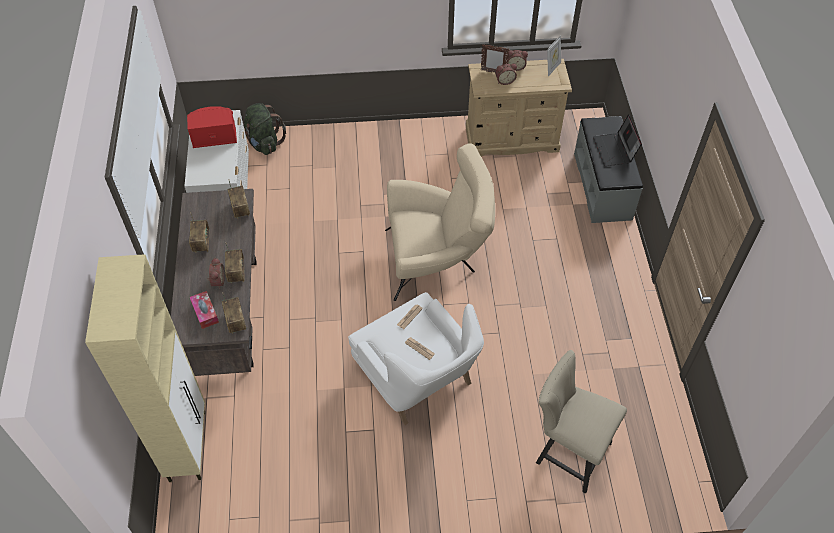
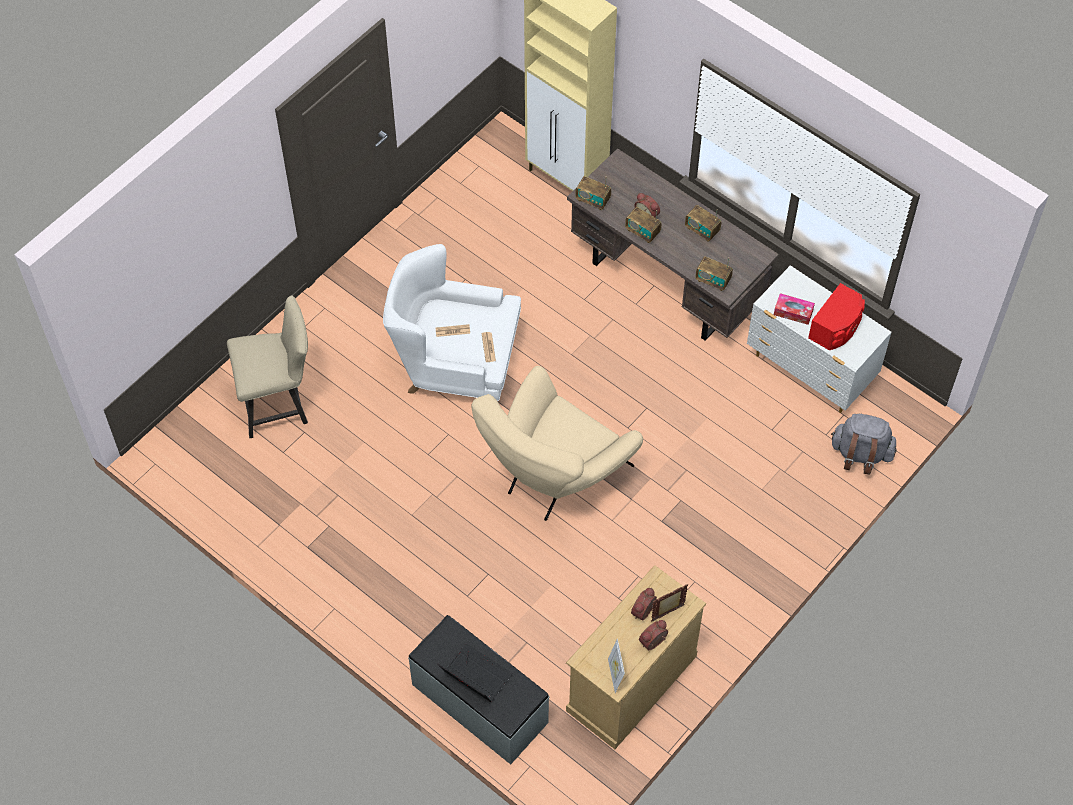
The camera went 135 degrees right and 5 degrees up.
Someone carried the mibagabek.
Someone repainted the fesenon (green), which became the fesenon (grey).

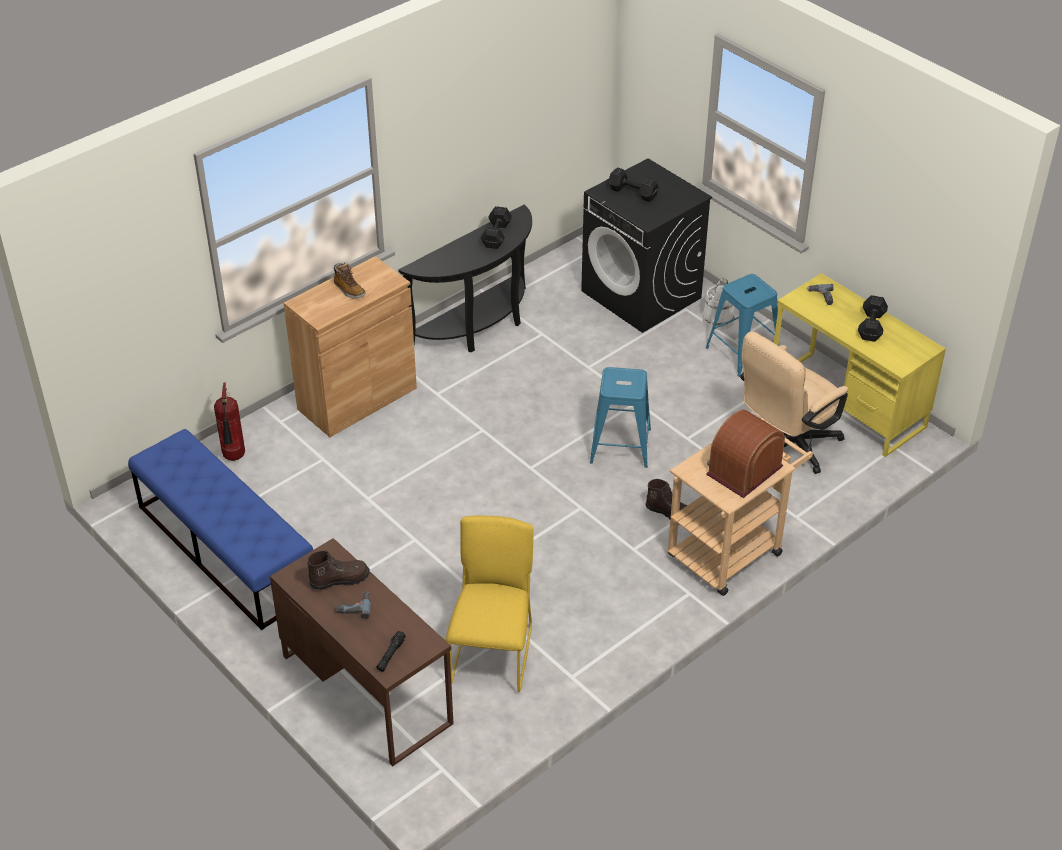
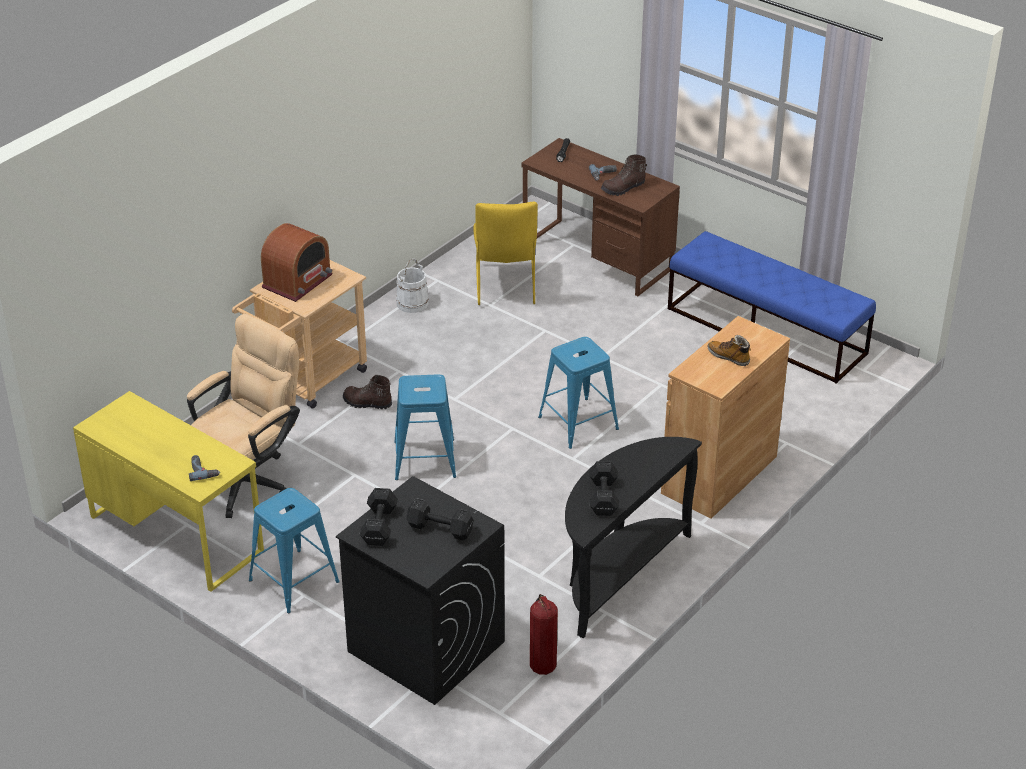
The camera went 170 degrees right and 5 degrees down.
Someone carried the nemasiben.
Someone carried the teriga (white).
Someone carried the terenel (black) (3rd from left in the first image).
Someone put down the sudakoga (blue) (3rd from left).

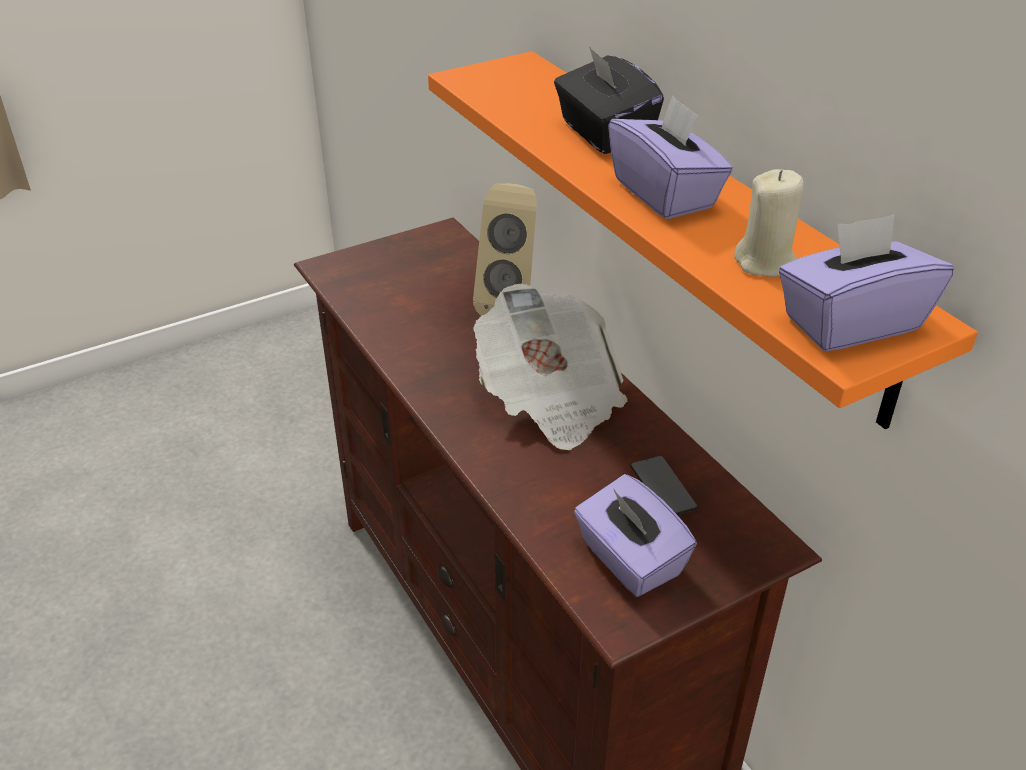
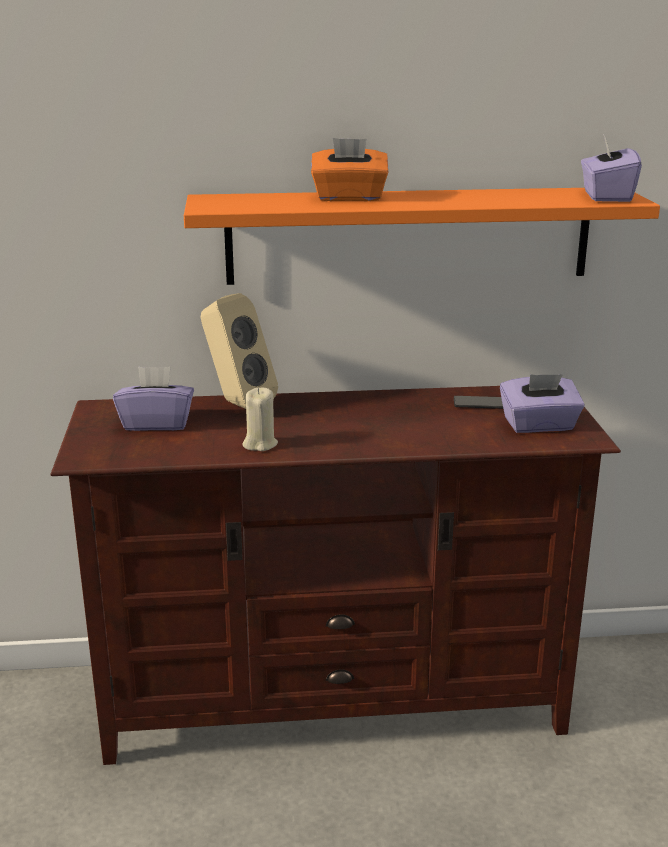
The camera went 65 degrees left and 15 degrees down.
Someone took away the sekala.
Someone repainted the mibagabek (black), which became the mibagabek (orange).
Someone carried the mibagabek (purple) (2nd from left in the first image).
Someone carried the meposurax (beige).

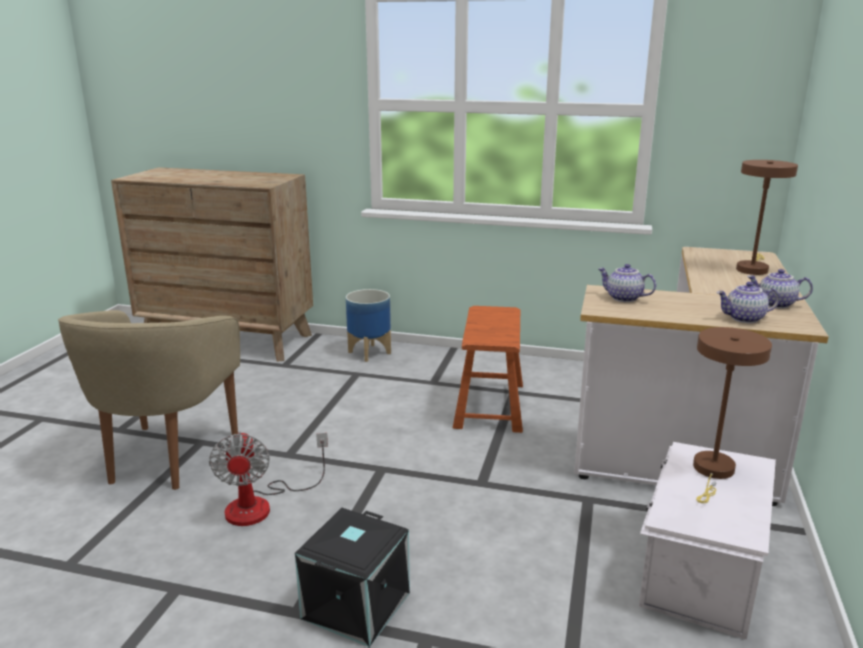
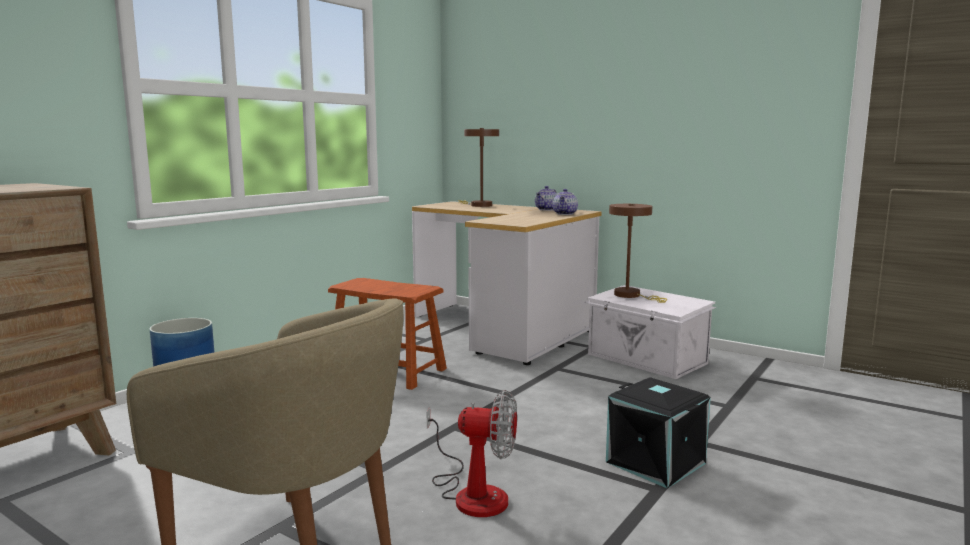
The camera went 70 degrees left and 10 degrees down.
Someone took away the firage (1st from left).

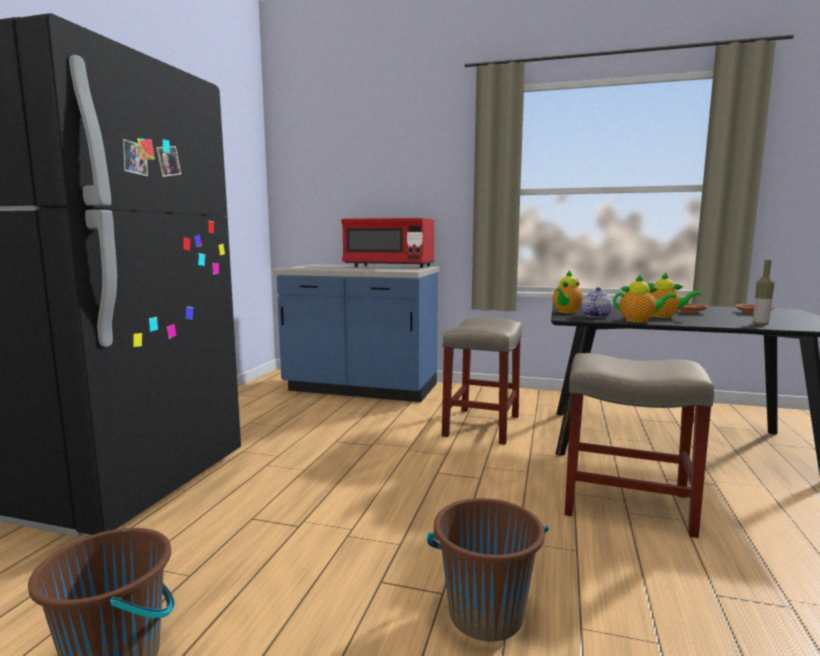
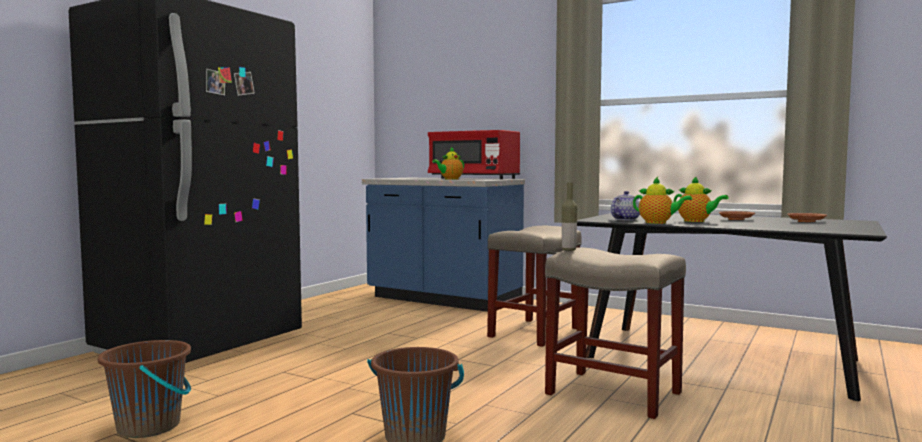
The camera went 15 degrees right and 5 degrees down.
Someone carried the firage (1st from left).
Someone carried the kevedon.

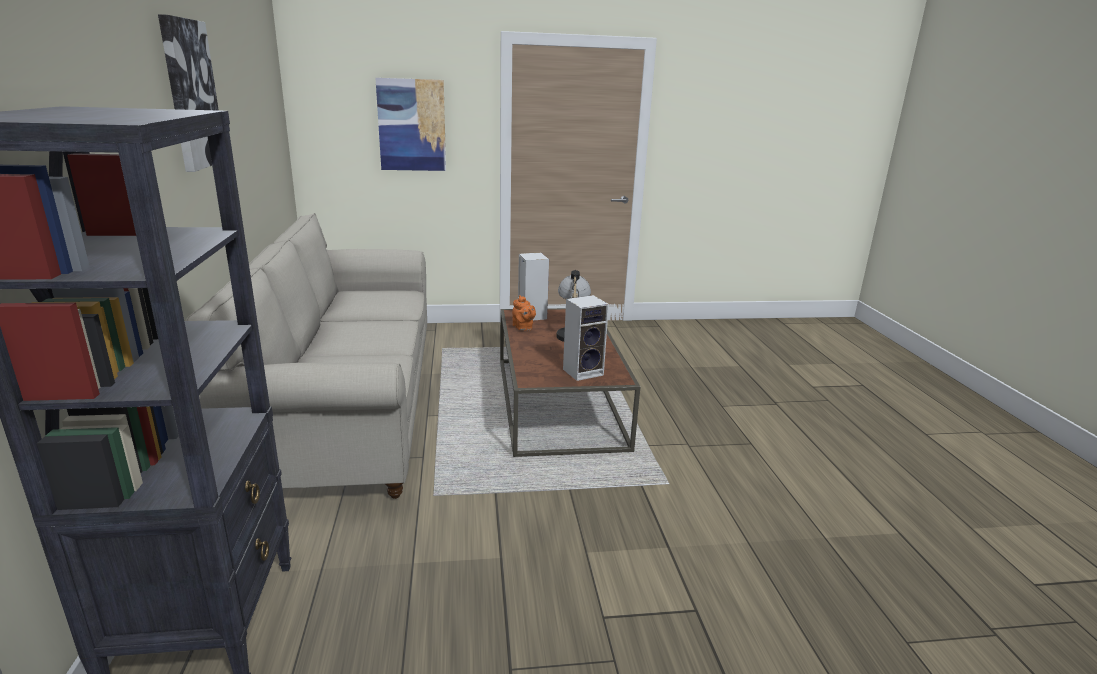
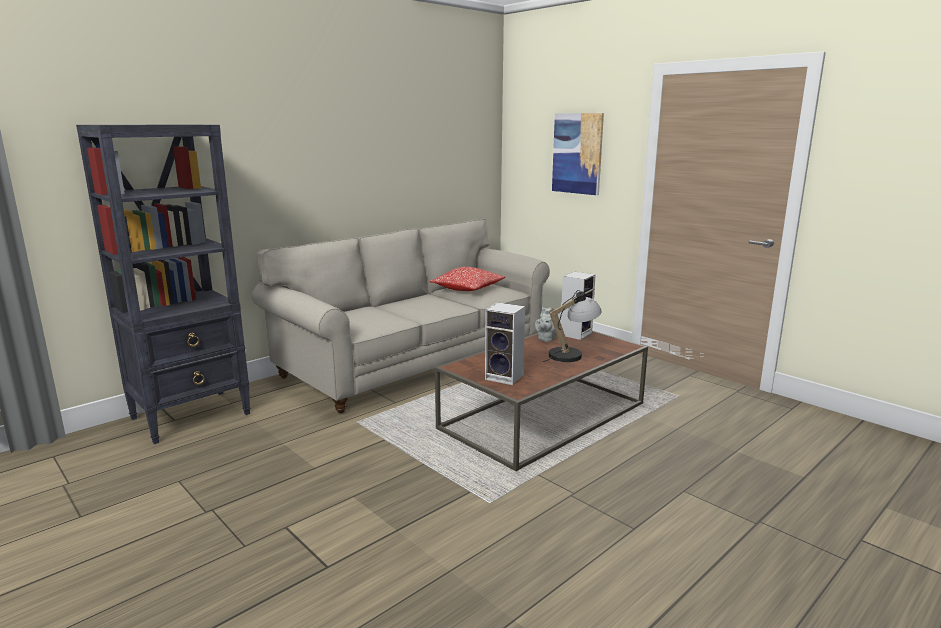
The camera went 55 degrees right and 5 degrees down.
Someone took away the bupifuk (1st from left).
Someone repainted the firage (orange), which became the firage (grey).
Someone put down the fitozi.

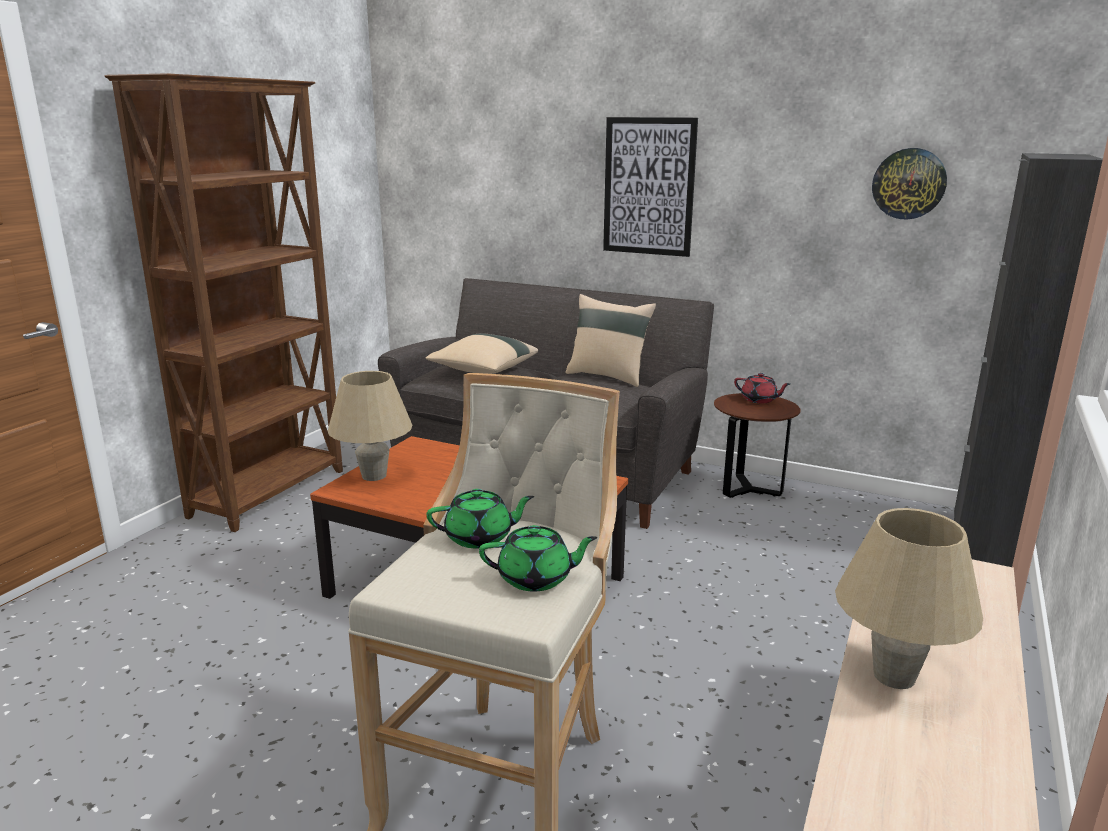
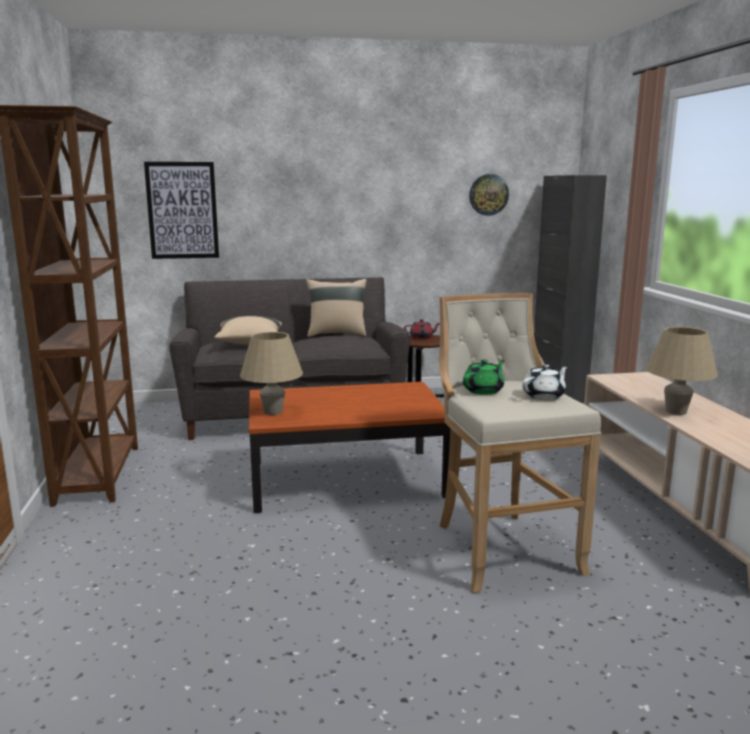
The camera went 35 degrees left and 5 degrees down.
Someone repainted the firage (green) (2nd from left), which became the firage (white).
Someone carried the bupifuk.

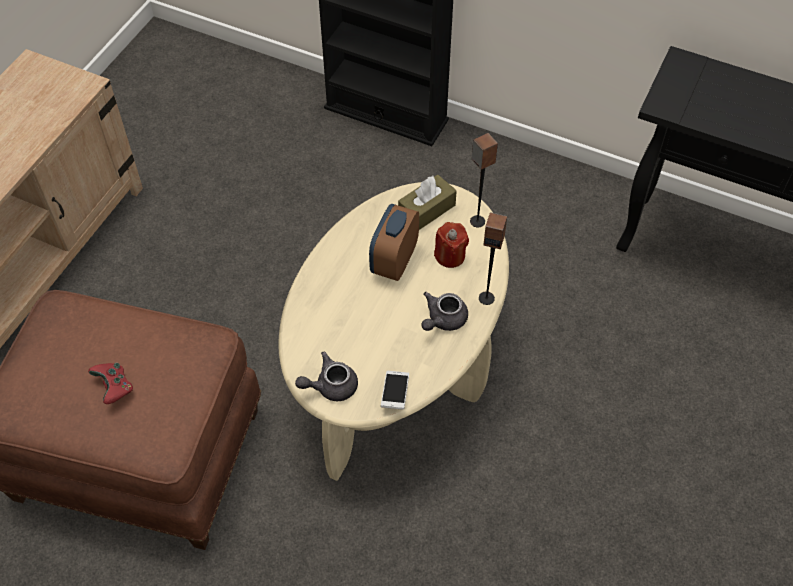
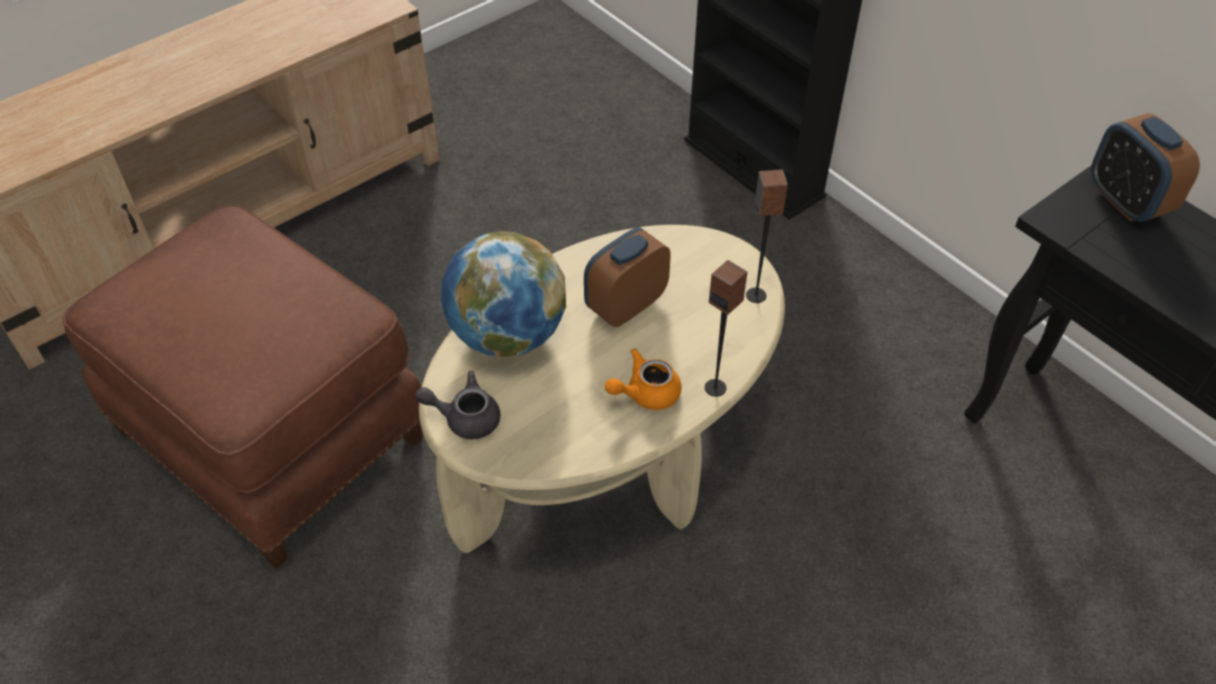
The camera went 25 degrees right and 5 degrees down.
Someone took away the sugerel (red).
Someone took away the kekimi.
Someone took away the mibagabek (brown).
Someone repainted the firage (grey) (2nd from left), which became the firage (orange).
Someone took away the meposurax (red).
Someone put down the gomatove.
Someone put down the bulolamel (2nd from left).

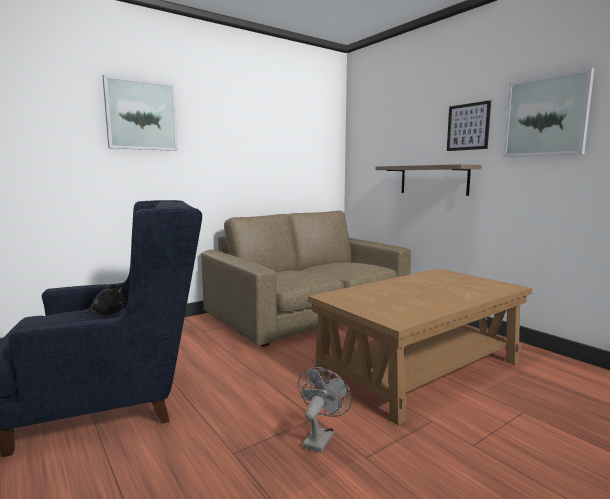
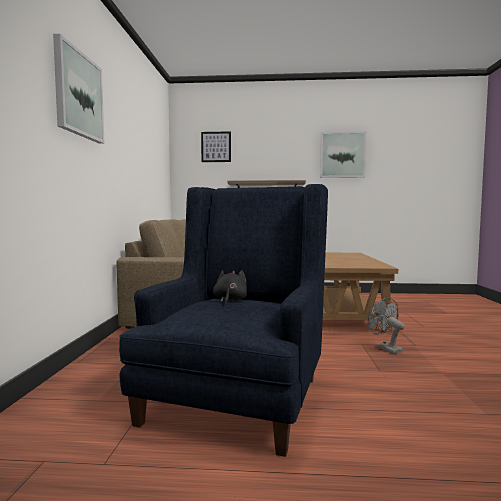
The camera went 50 degrees left and 5 degrees down.
Someone carried the bupifuk (2nd from left).

